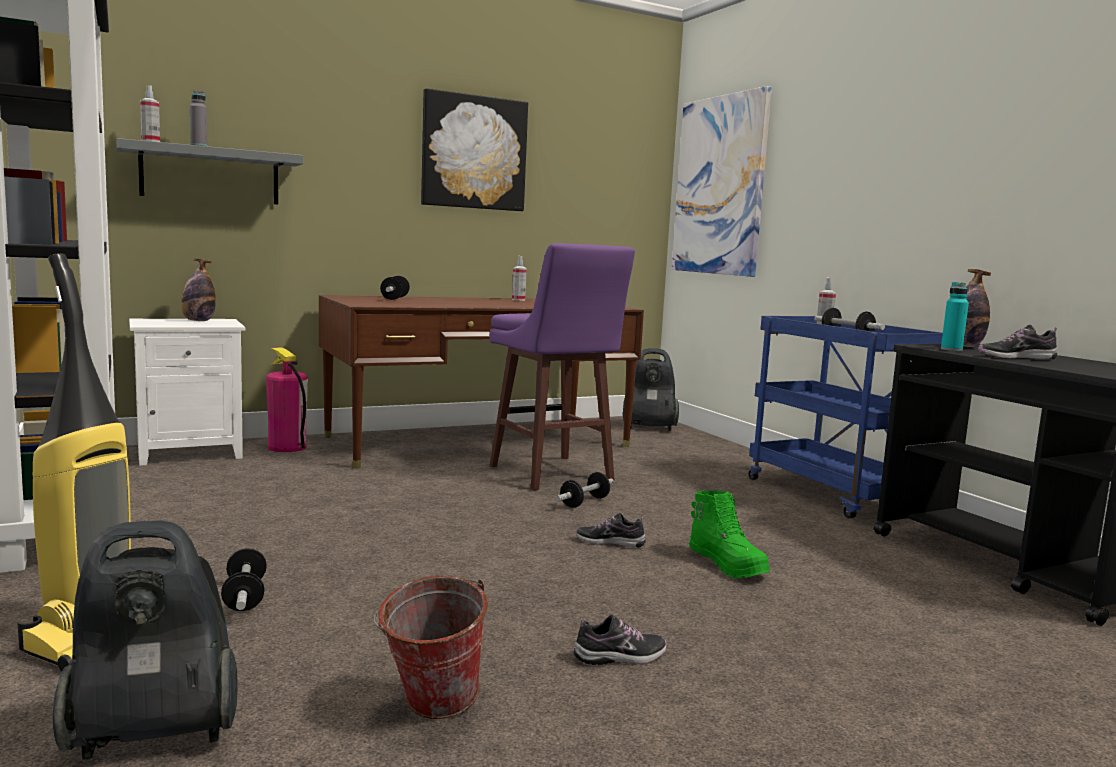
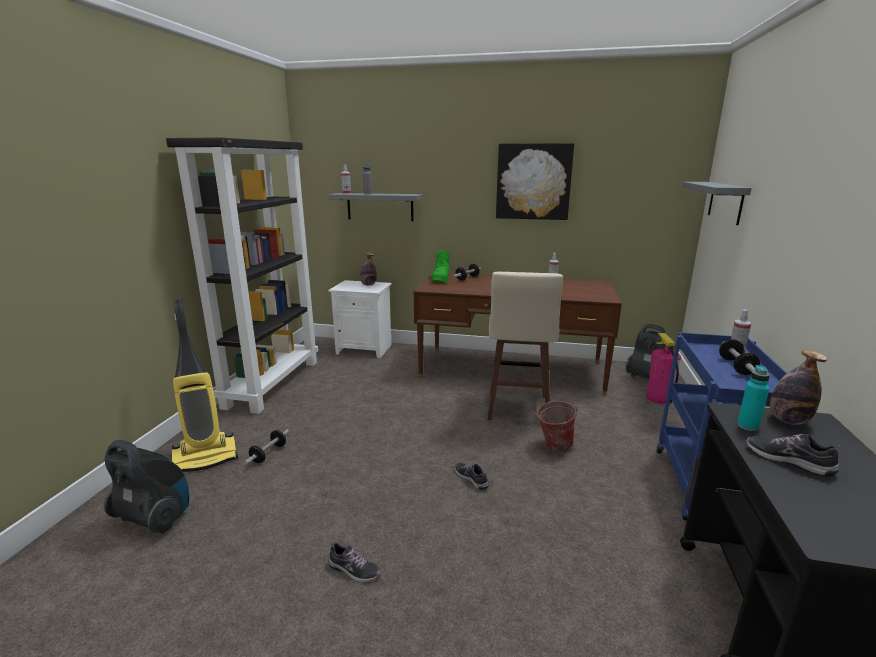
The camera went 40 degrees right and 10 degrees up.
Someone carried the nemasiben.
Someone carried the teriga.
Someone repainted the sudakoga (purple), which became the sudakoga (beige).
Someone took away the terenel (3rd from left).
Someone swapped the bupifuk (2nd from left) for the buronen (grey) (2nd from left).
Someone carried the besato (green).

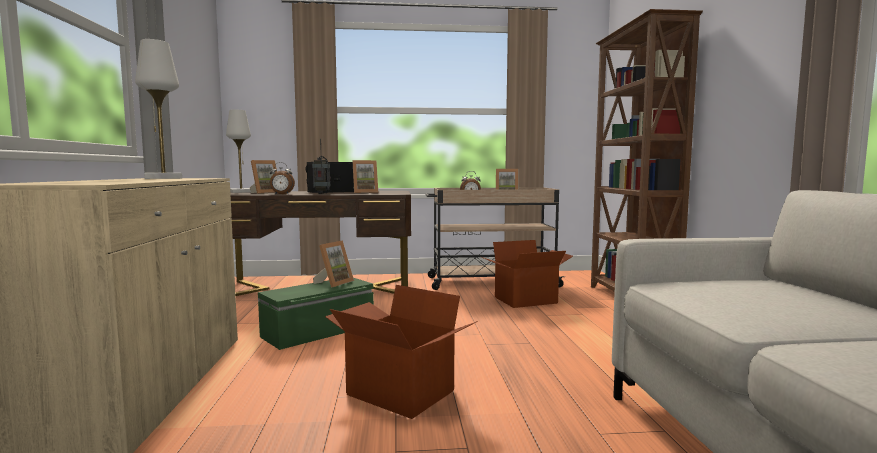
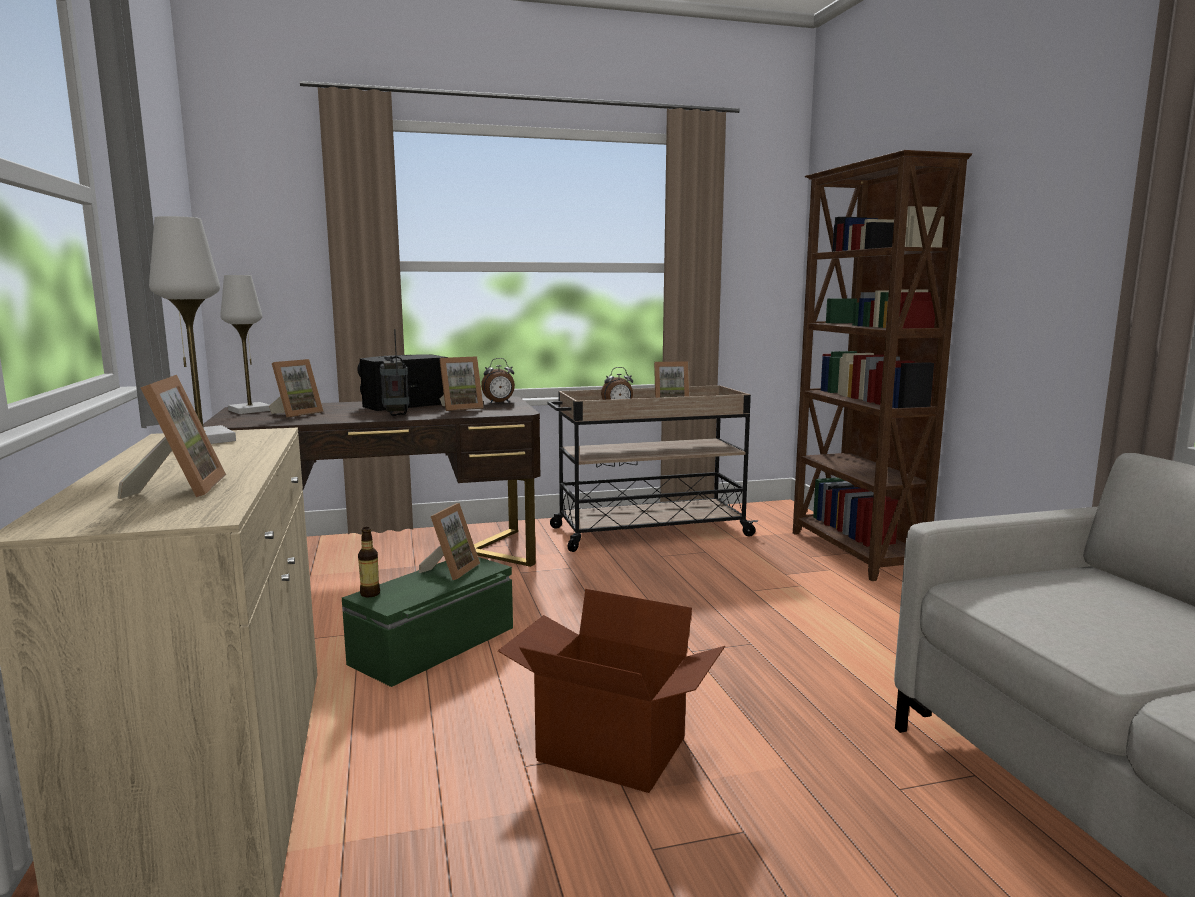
The camera went 10 degrees left and 5 degrees up.
Someone carried the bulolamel (1st from left).
Someone took away the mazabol (2nd from left).
Someone put down the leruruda (1st from left).
Someone put down the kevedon.

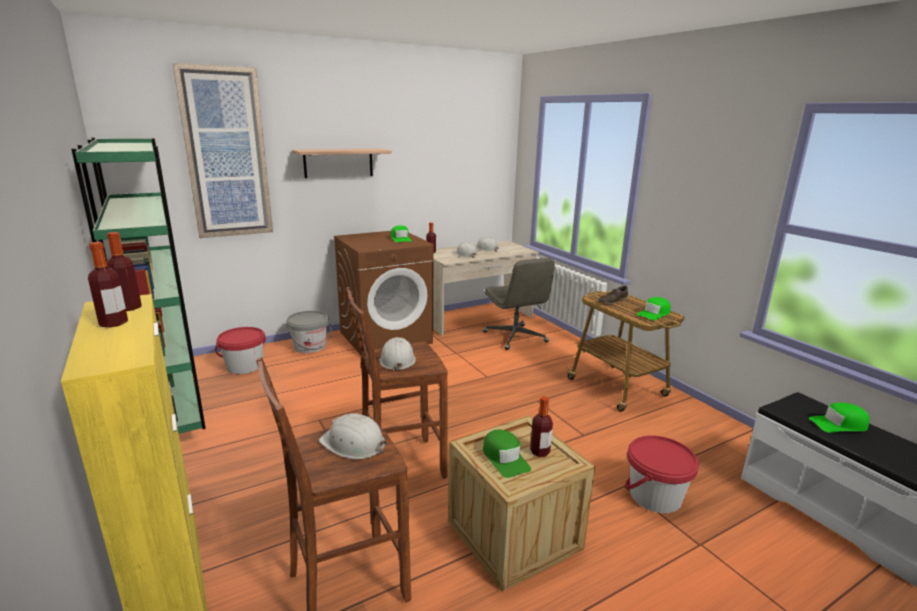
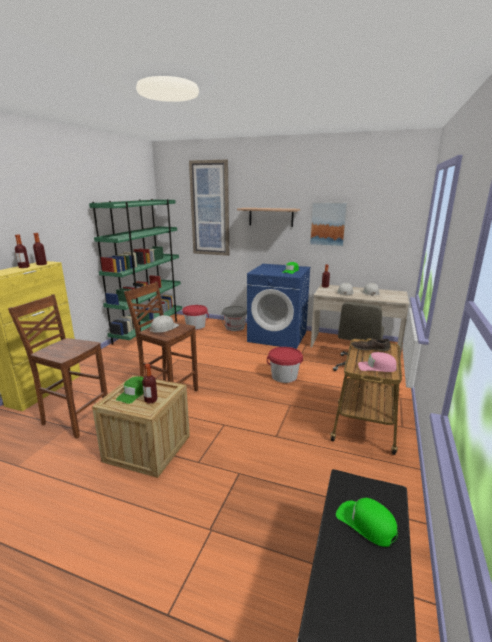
The camera went 50 degrees right and 0 degrees up.
Someone took away the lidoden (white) (1st from left).
Someone repainted the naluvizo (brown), which became the naluvizo (blue).
Someone carried the teriga (red) (2nd from left).
Someone repainted the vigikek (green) (3rd from left), which became the vigikek (pink).
Someone put up the bupifuk (2nd from left).

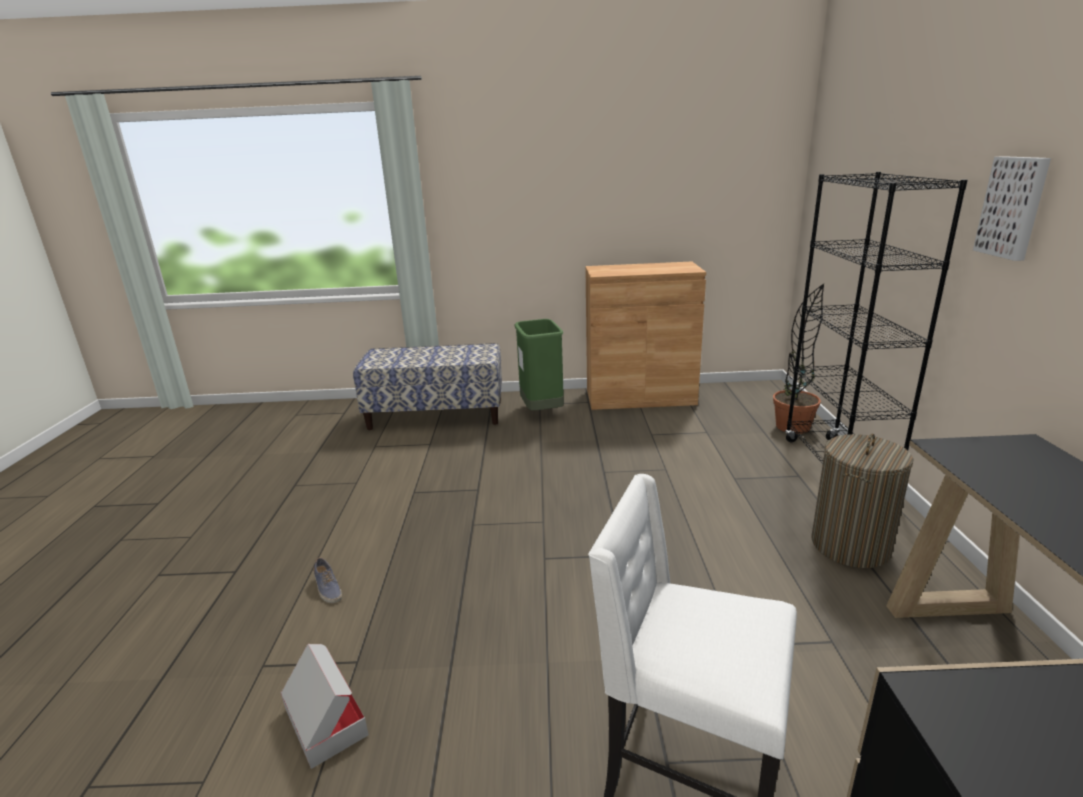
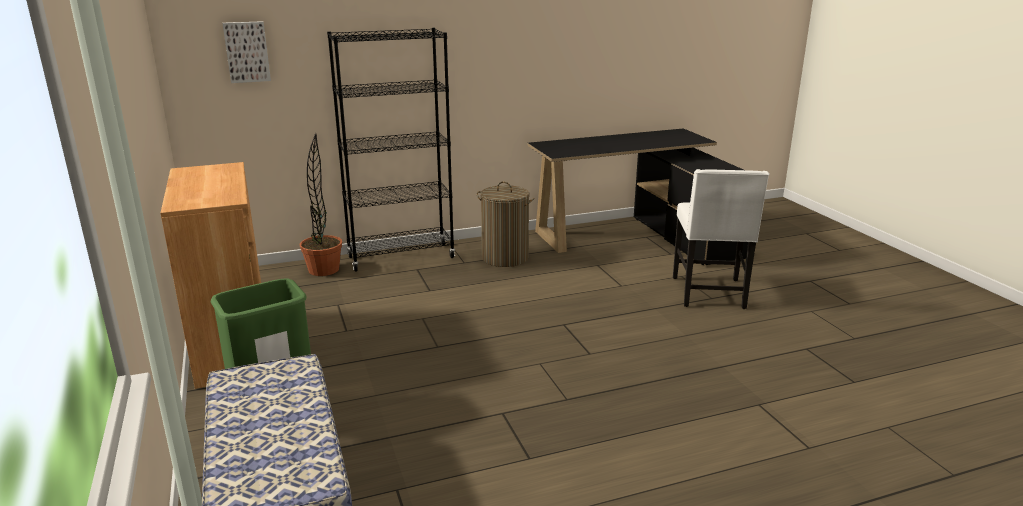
The camera went 110 degrees left and 0 degrees up.
Someone took away the mazabol.
Someone took away the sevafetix.
Someone carried the bupifuk.

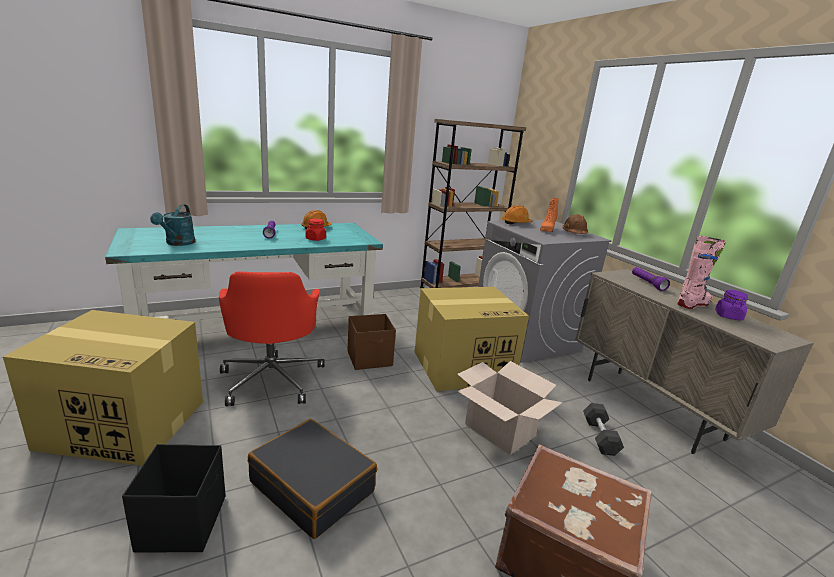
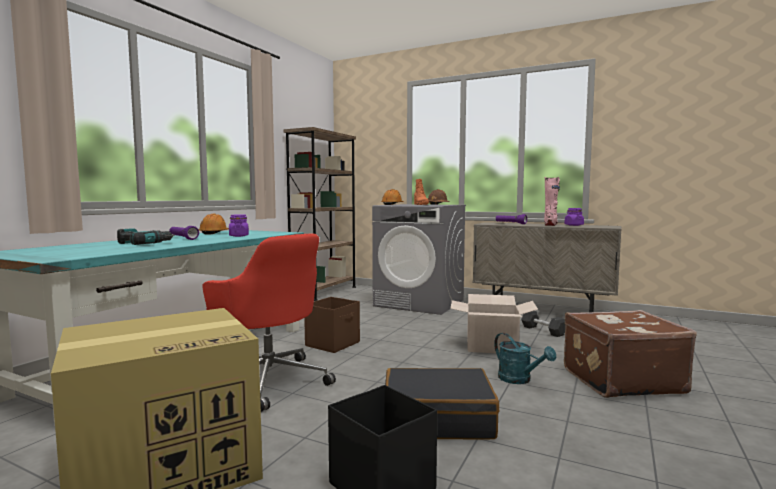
The camera went 35 degrees left and 15 degrees down.
Someone carried the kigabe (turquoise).
Someone repainted the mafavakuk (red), which became the mafavakuk (purple) (1st from left).
Someone took away the mazabol (2nd from left).
Someone put down the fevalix.

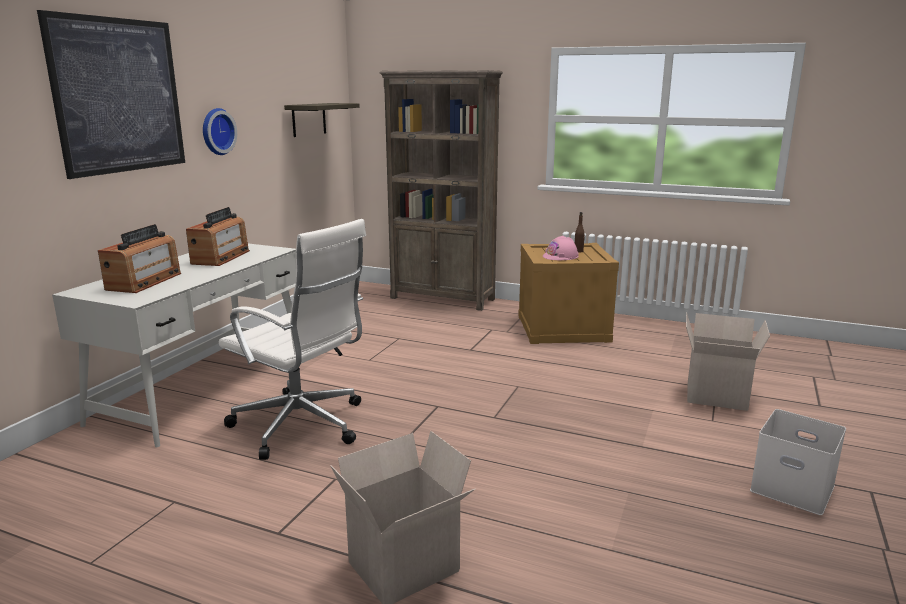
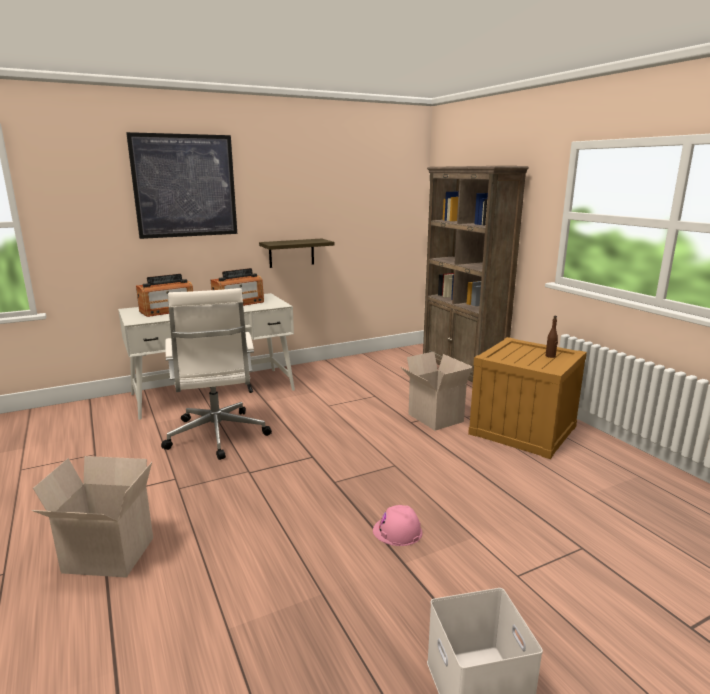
The camera went 40 degrees right and 0 degrees up.
Someone took away the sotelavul.
Someone carried the buronen.
Someone carried the lidoden (pink).
Someone carried the mazabol (2nd from left).

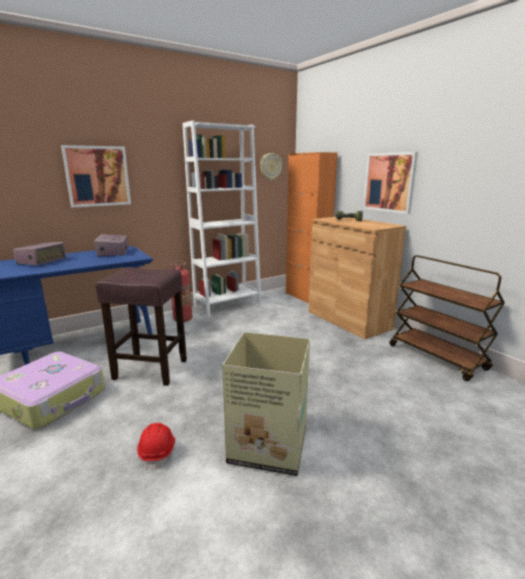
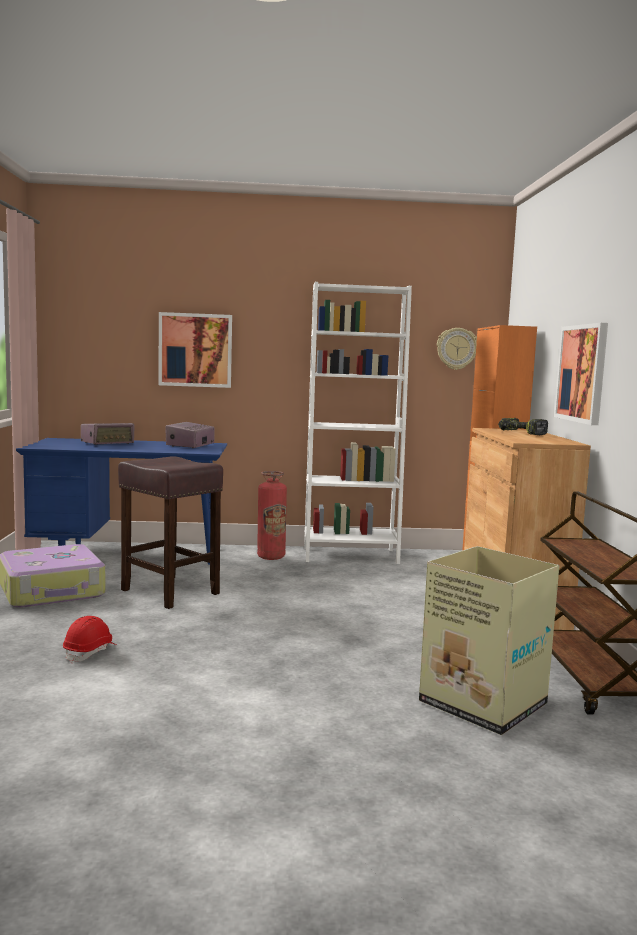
The camera went 30 degrees right and 10 degrees down.
Someone carried the mazabol.

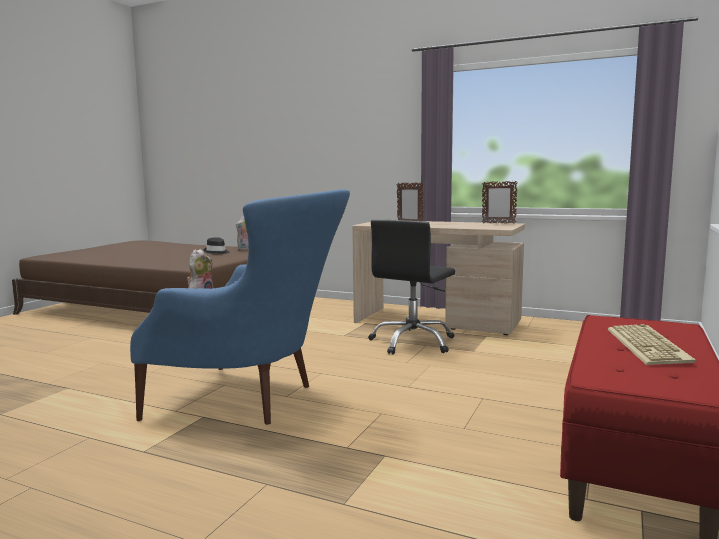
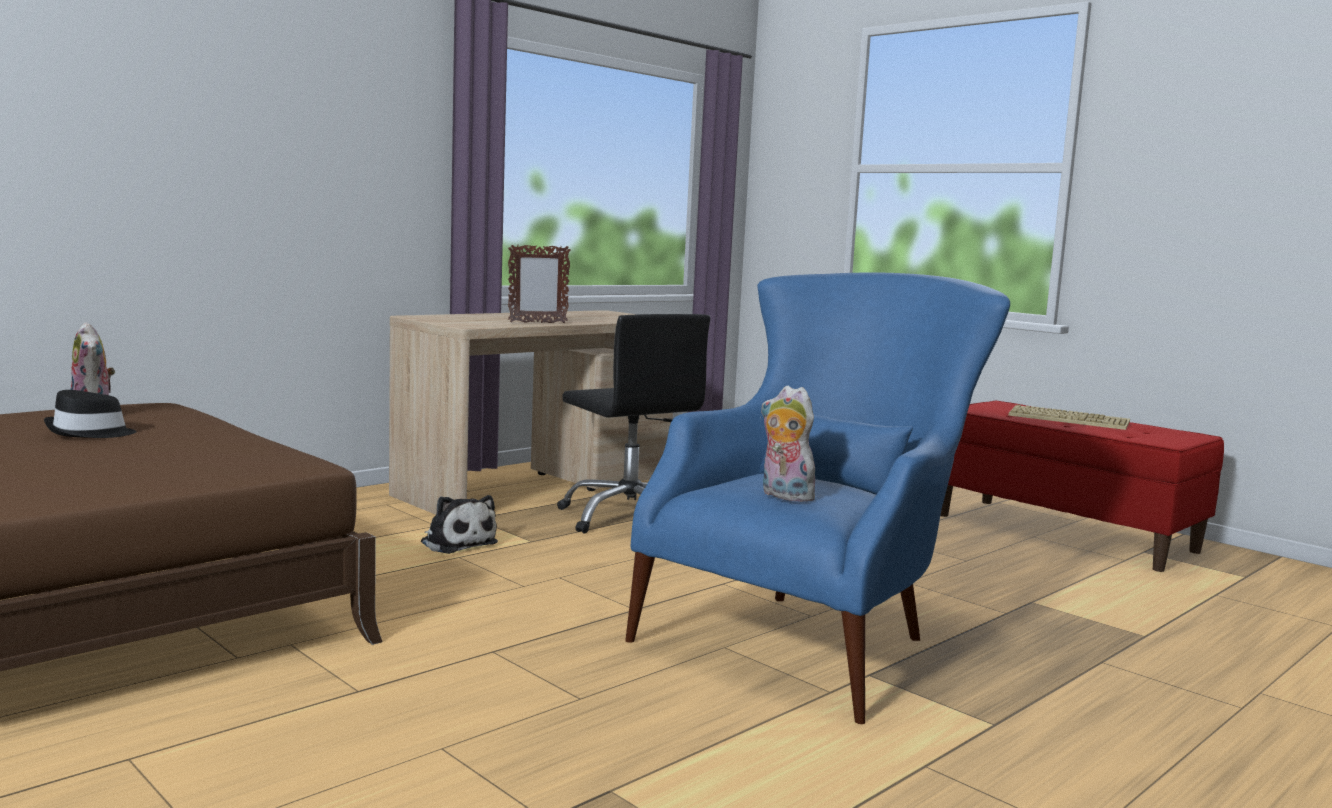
The camera went 70 degrees left and 0 degrees up.
Someone took away the leruruda (2nd from left).
Someone put down the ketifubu (2nd from left).

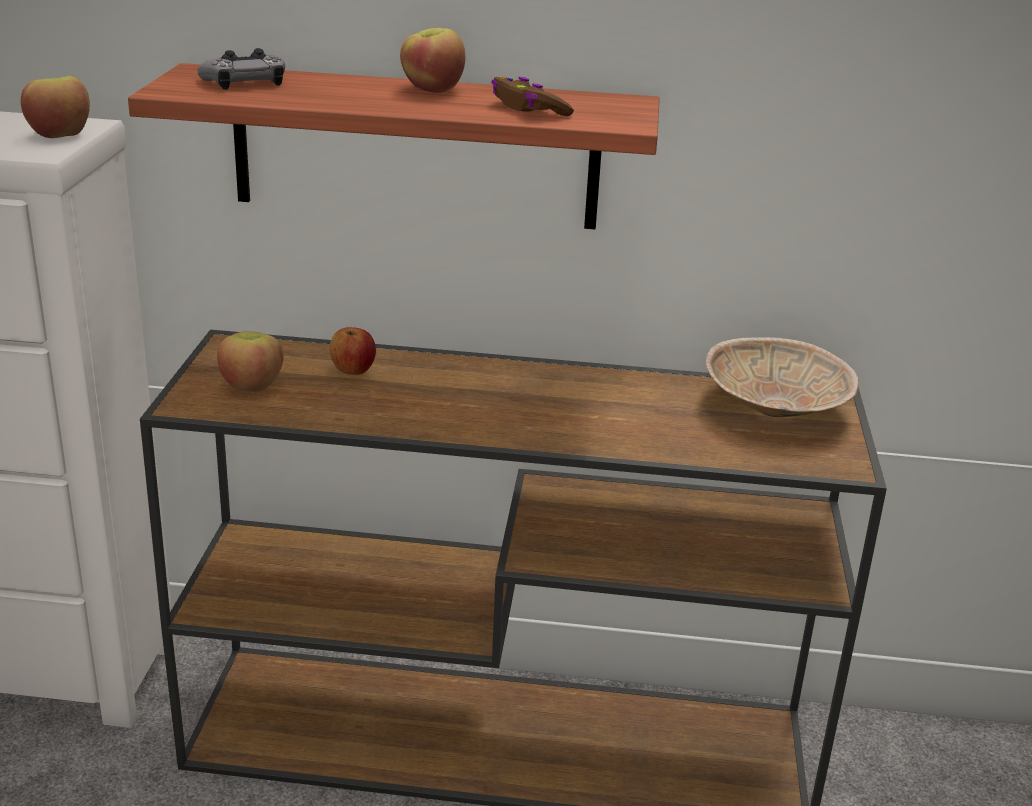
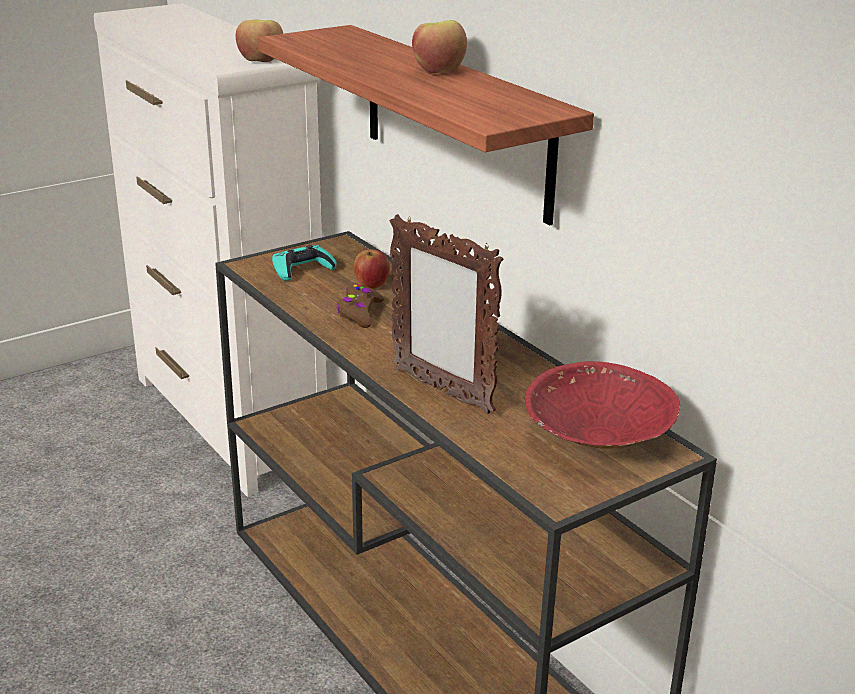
The camera went 50 degrees right and 0 degrees up.
Someone took away the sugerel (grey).
Someone swapped the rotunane (2nd from left) for the sugerel (turquoise).
Someone carried the sugerel (brown).
Someone repainted the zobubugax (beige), which became the zobubugax (red).
Someone put down the leruruda.

